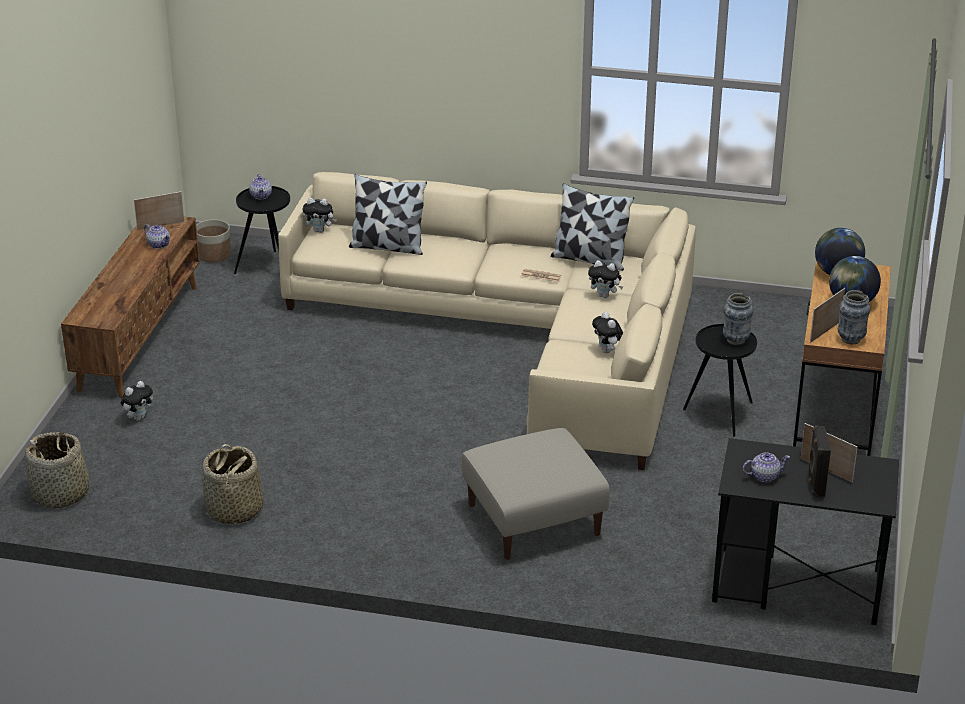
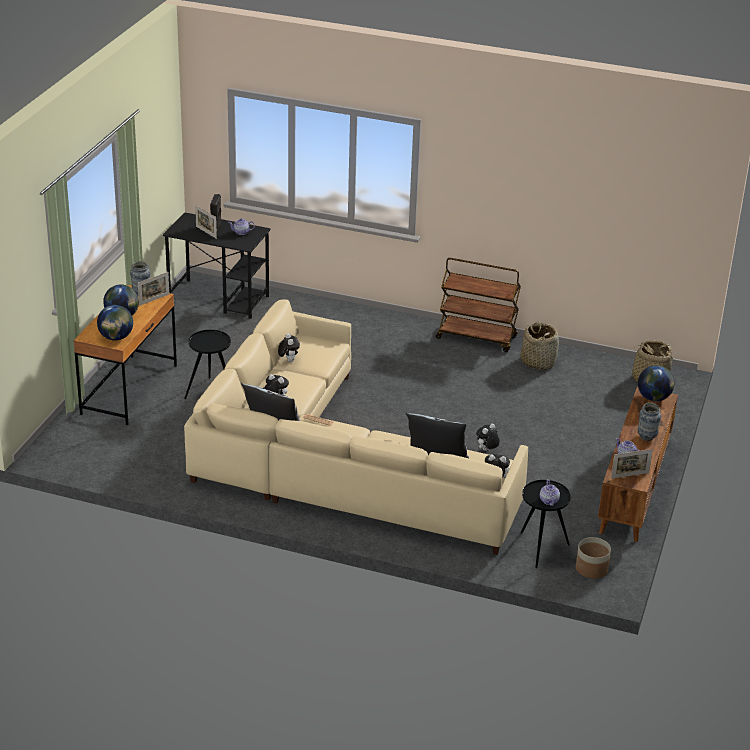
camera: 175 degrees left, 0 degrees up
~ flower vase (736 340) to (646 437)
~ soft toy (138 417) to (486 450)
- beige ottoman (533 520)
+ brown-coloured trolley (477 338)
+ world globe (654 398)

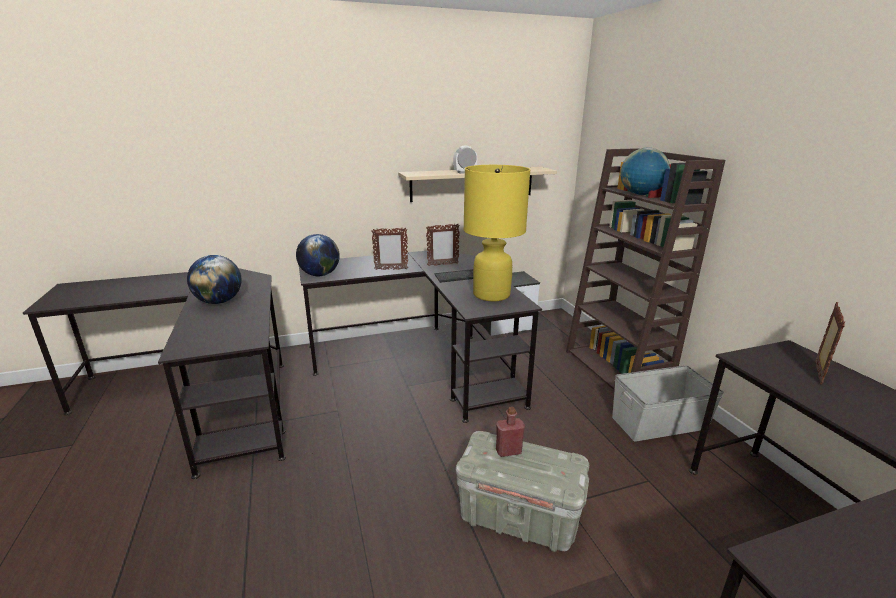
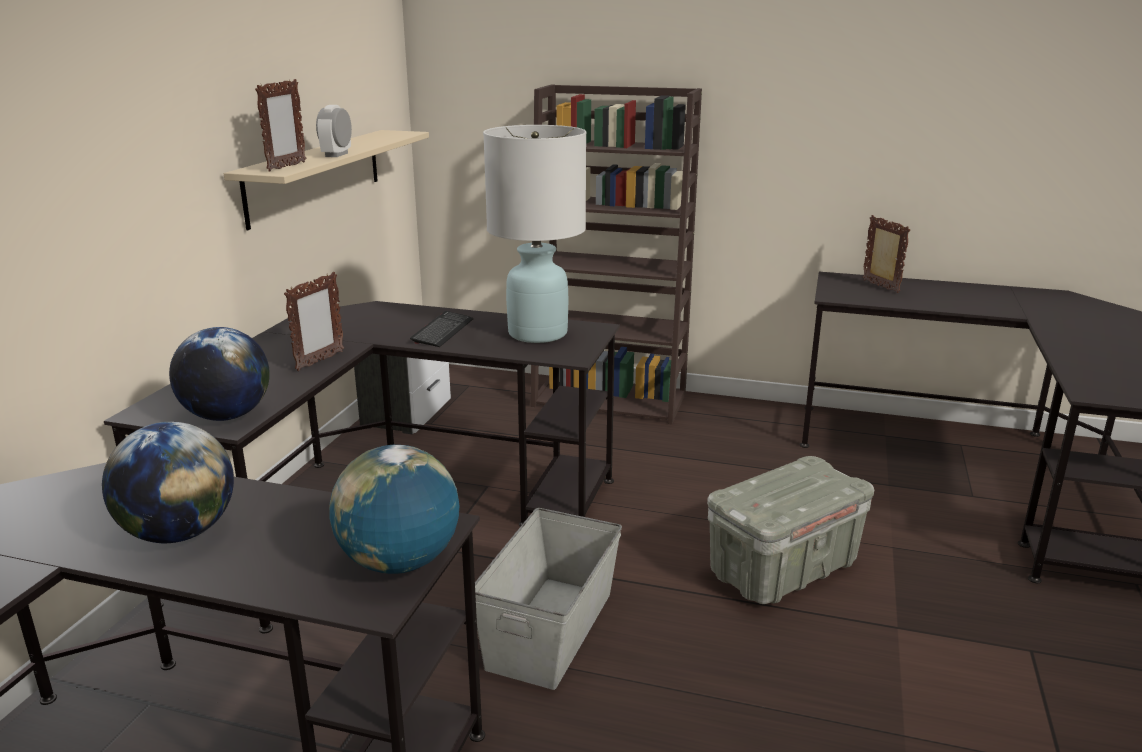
camera: 55 degrees left, 0 degrees up
~ world globe (640 194) to (399 562)
~ yellow table lamp (491 294) to white table lamp (537 333)
~ picture frame (442 265) to (286 167)
~ greyish storage bin (660 423) to (552 629)
- red drink bottle (508 451)

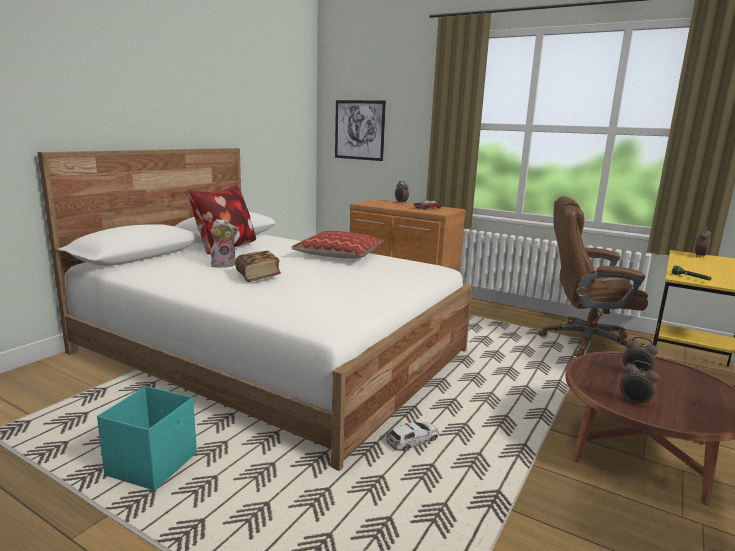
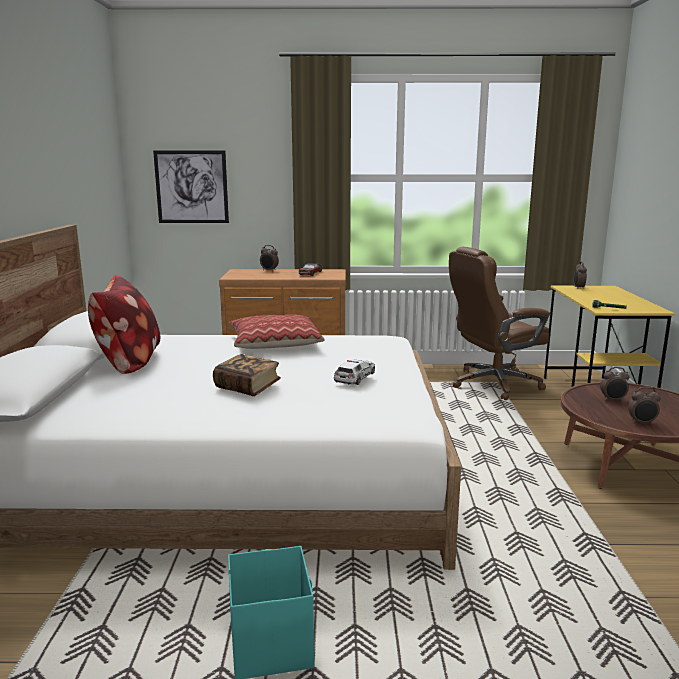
camera: 30 degrees left, 0 degrees up
- soft toy (223 265)
~ toy car (413 441) to (355 377)

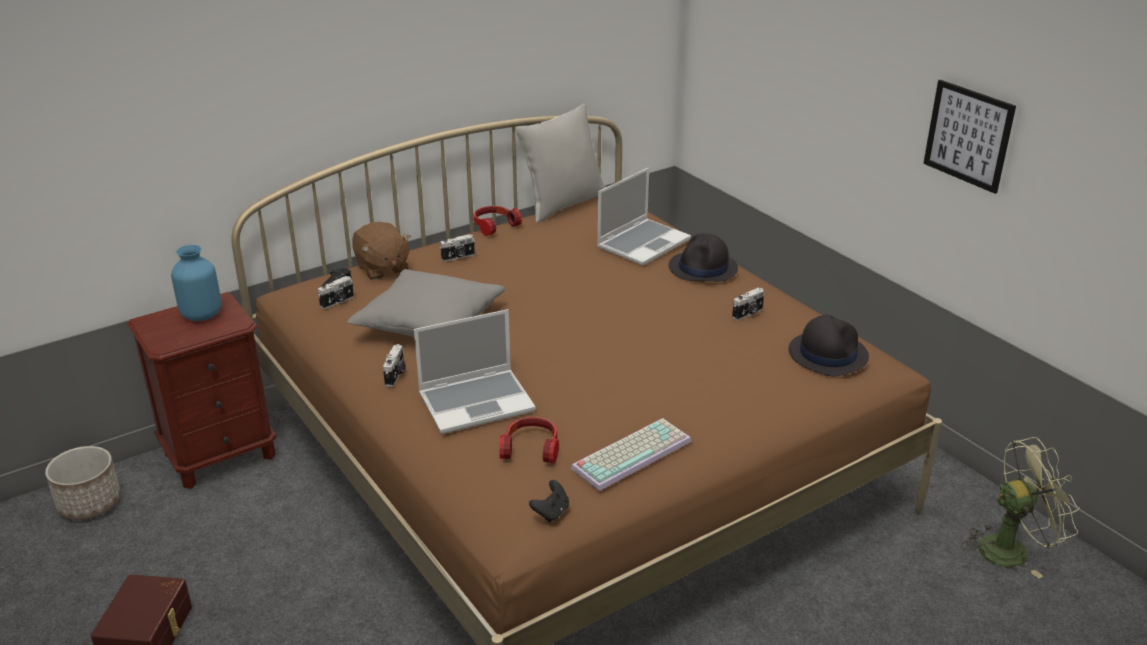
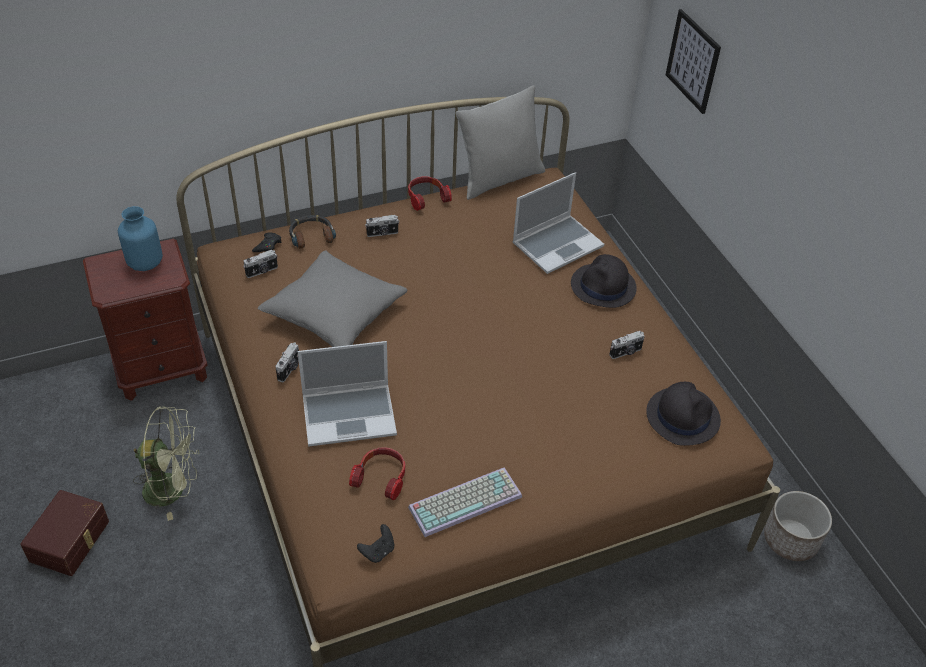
camera: 10 degrees right, 15 degrees up
~ wall art (968 135) to (693 61)
~ brown-coloured soft toy (382 268) to headphones (311 235)
~ greenish electric fan (1012 549) to (173 489)
~ planter (90 503) to (791 540)

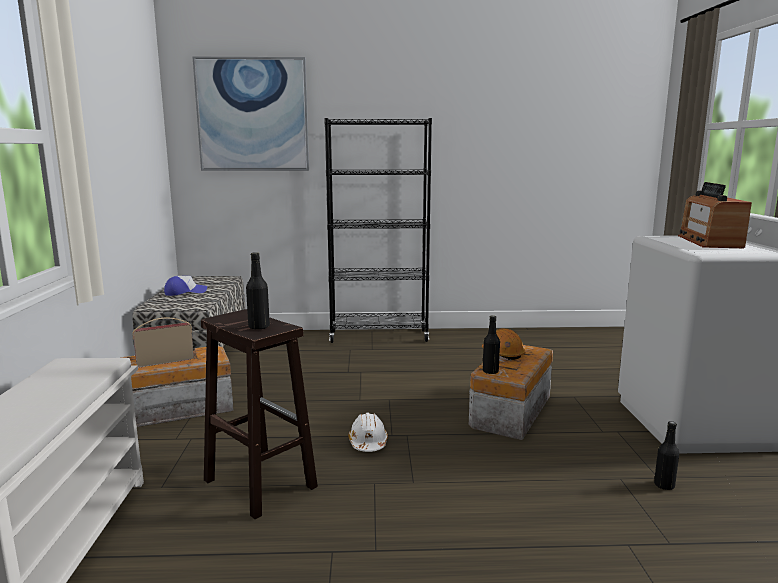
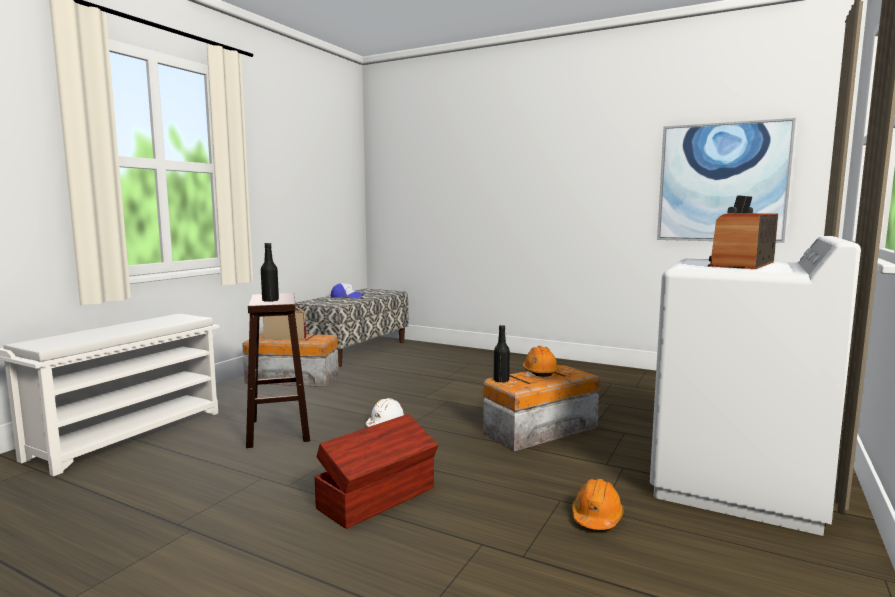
camera: 30 degrees right, 5 degrees down
~ wall art (253 115) to (722 183)
- blackish bookshelf (379 336)
~ blackish drink bottle (664 485) to orangey safety helmet (596 517)
+ brown-coloured storage bin (379 498)

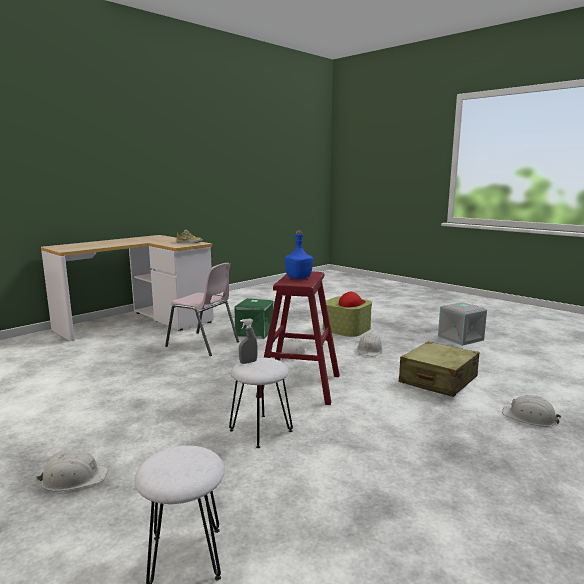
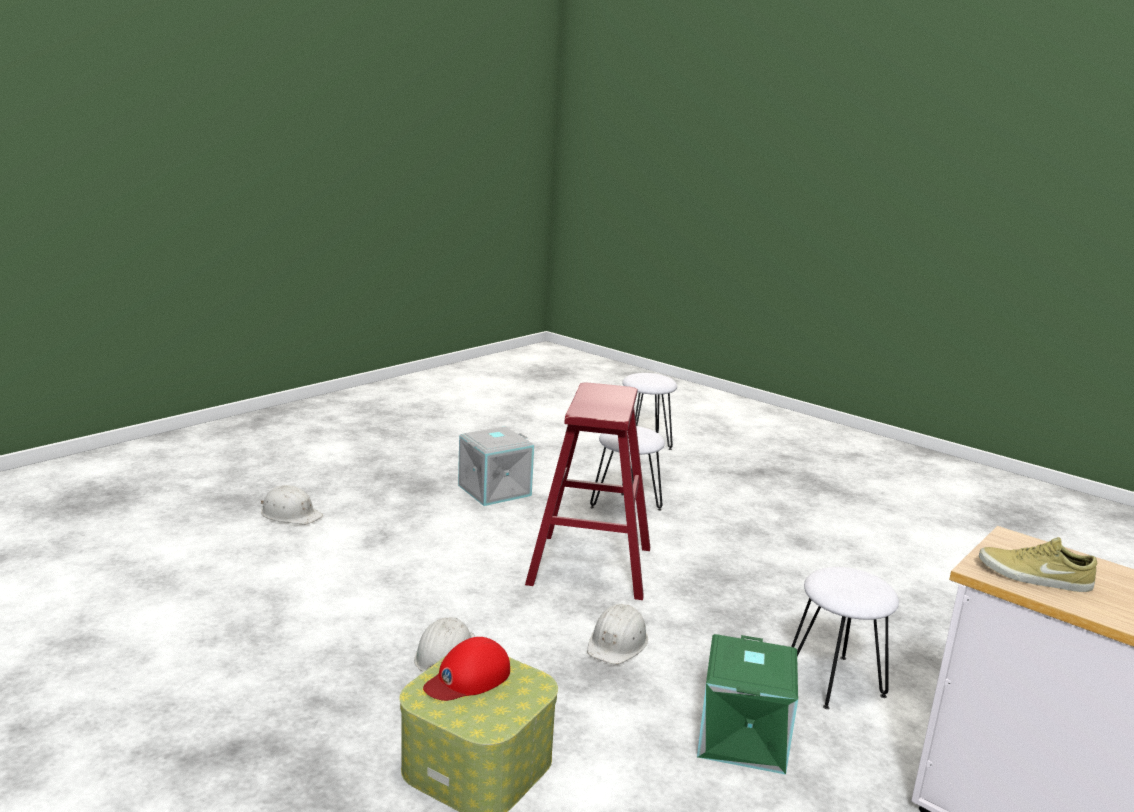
camera: 175 degrees right, 5 degrees up
- bluish drink bottle (299 278)
~ pink plain chair (203 344) to white stool (834 681)
~ greyish storage bin (461 338) to (494 490)
- greyish sprayer (248 362)
- beige suitcase (438 380)
- white safety helmet (74 478)

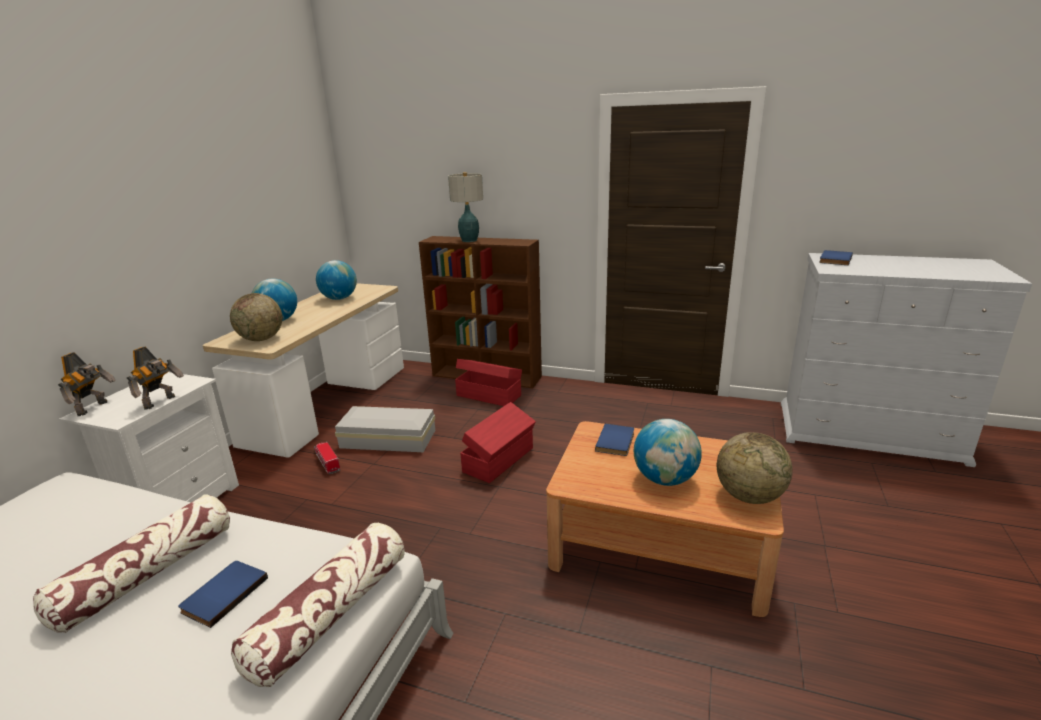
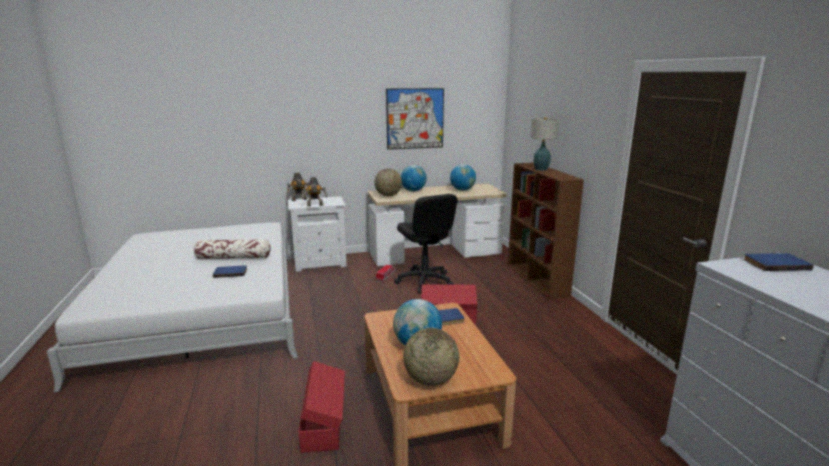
camera: 55 degrees right, 5 degrees down
~ red storage bin (488 395) to (324 423)
~ white storage bin (389 439) to blackish computer chair (424 281)
- pillow (331 613)
+ wall art (415 118)

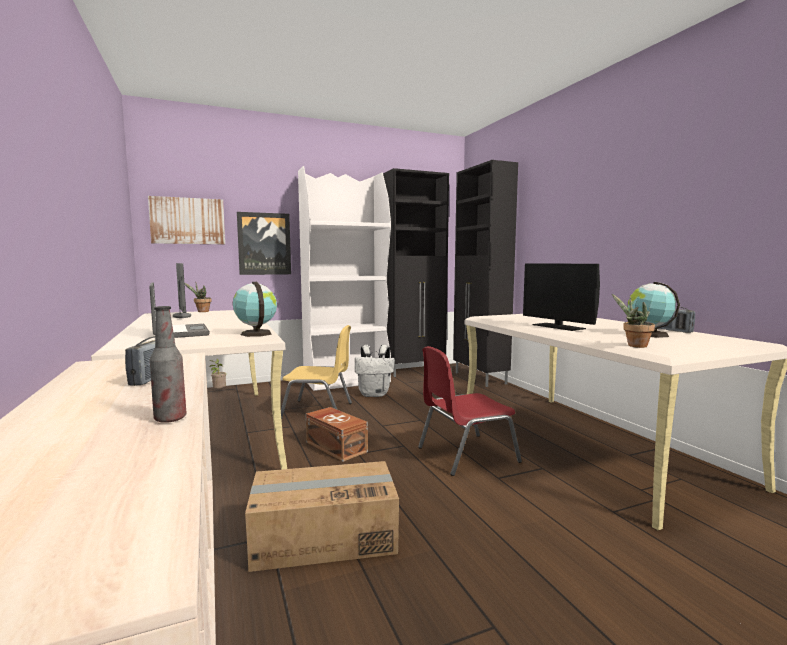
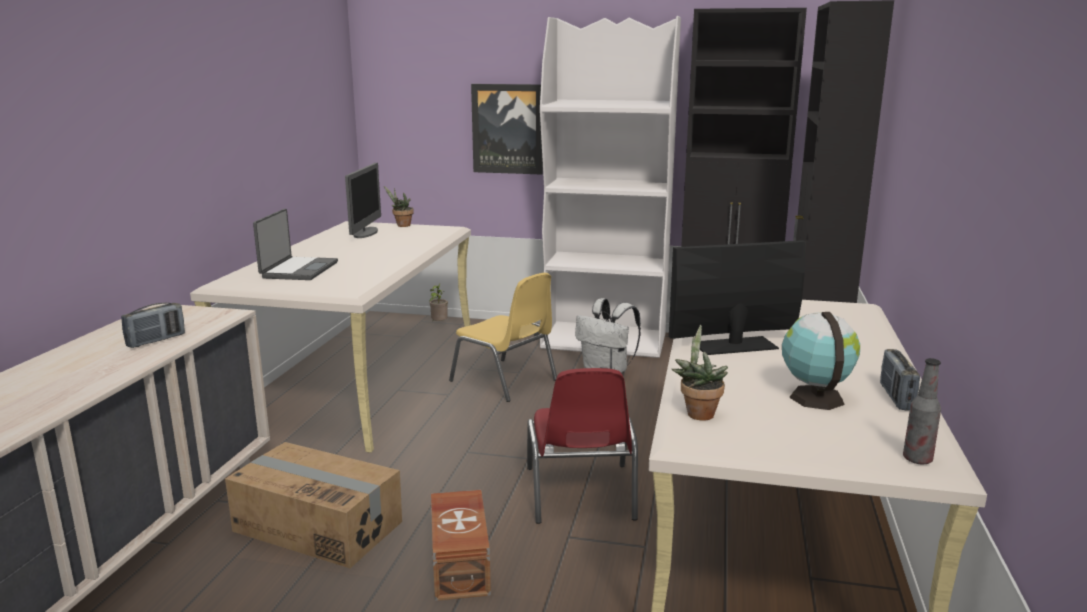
camera: 35 degrees right, 10 degrees up
- wall art (188 221)
~ monitor (558 327) = (735 346) 75 degrees clockwise
- world globe (256 333)
~ drink bottle (170 419) to (917 459)
~ red plain chair (465 454) = (580 494) 105 degrees counterclockwise
~ brown-coloured storage bin (336 446) to (461 563)

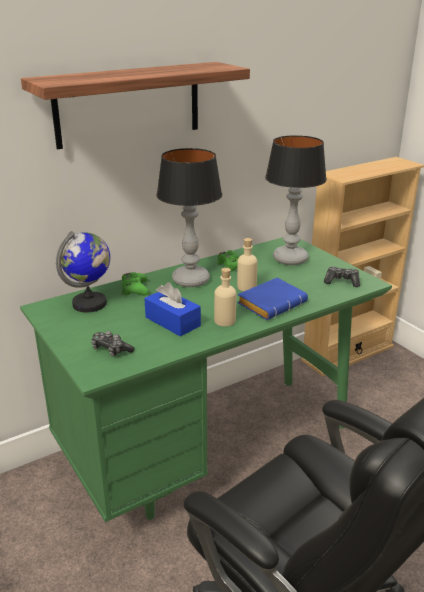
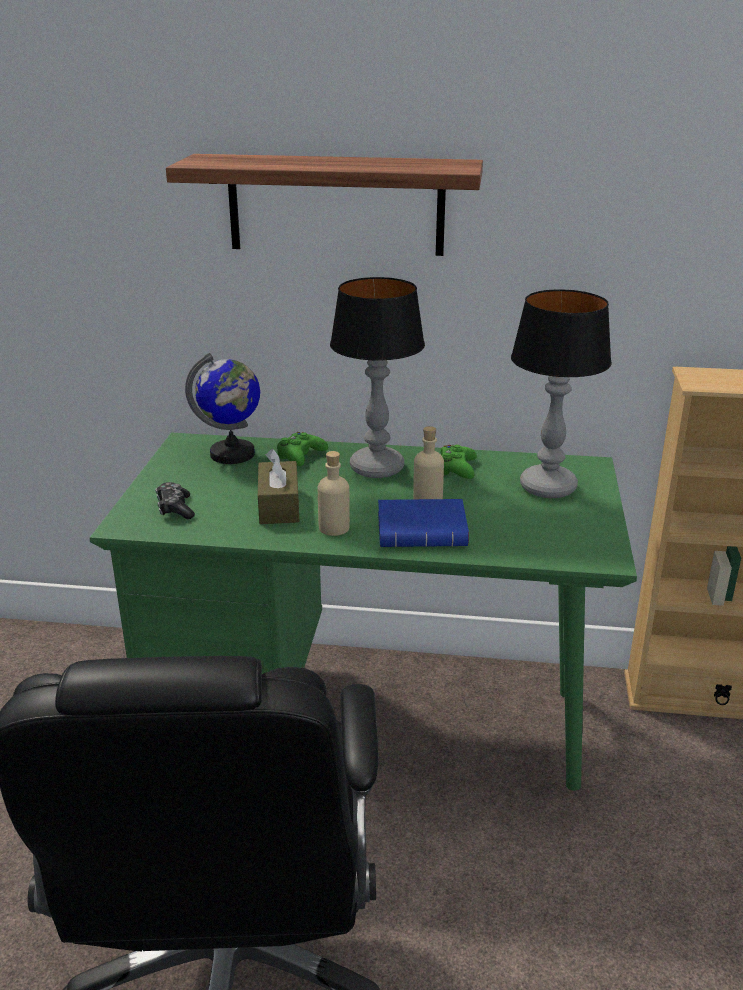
camera: 40 degrees right, 0 degrees up
- joypad (342 281)
~ bluish box of tissues (172 322) to brown-coloured box of tissues (279 505)

